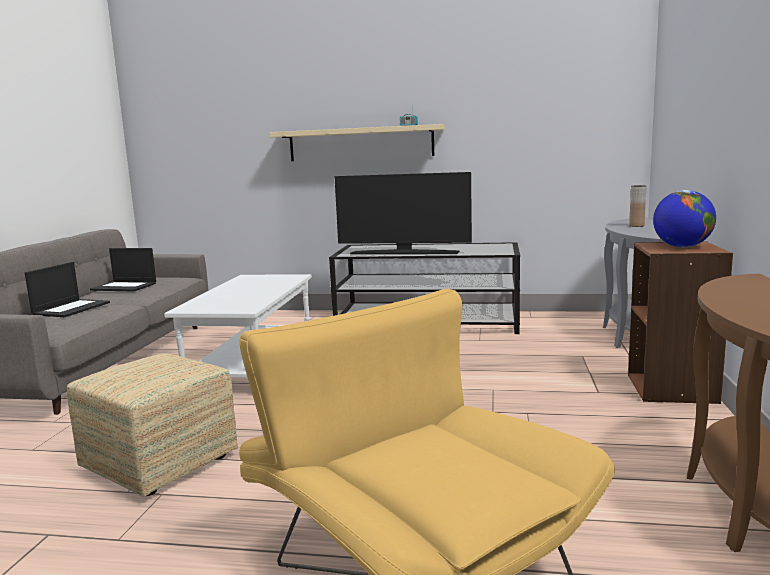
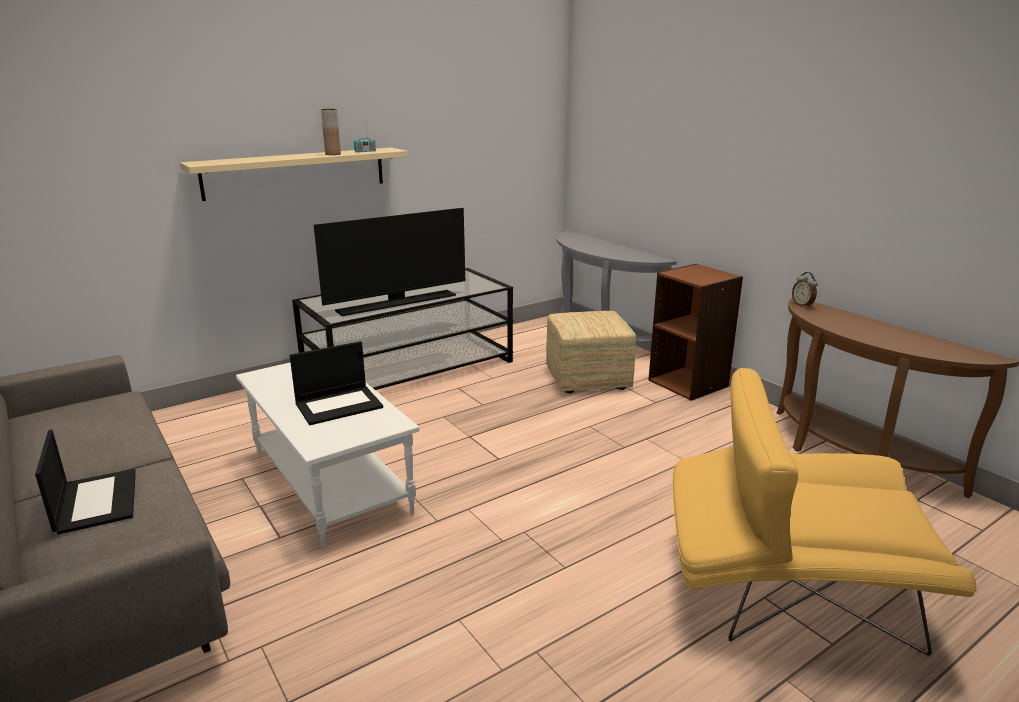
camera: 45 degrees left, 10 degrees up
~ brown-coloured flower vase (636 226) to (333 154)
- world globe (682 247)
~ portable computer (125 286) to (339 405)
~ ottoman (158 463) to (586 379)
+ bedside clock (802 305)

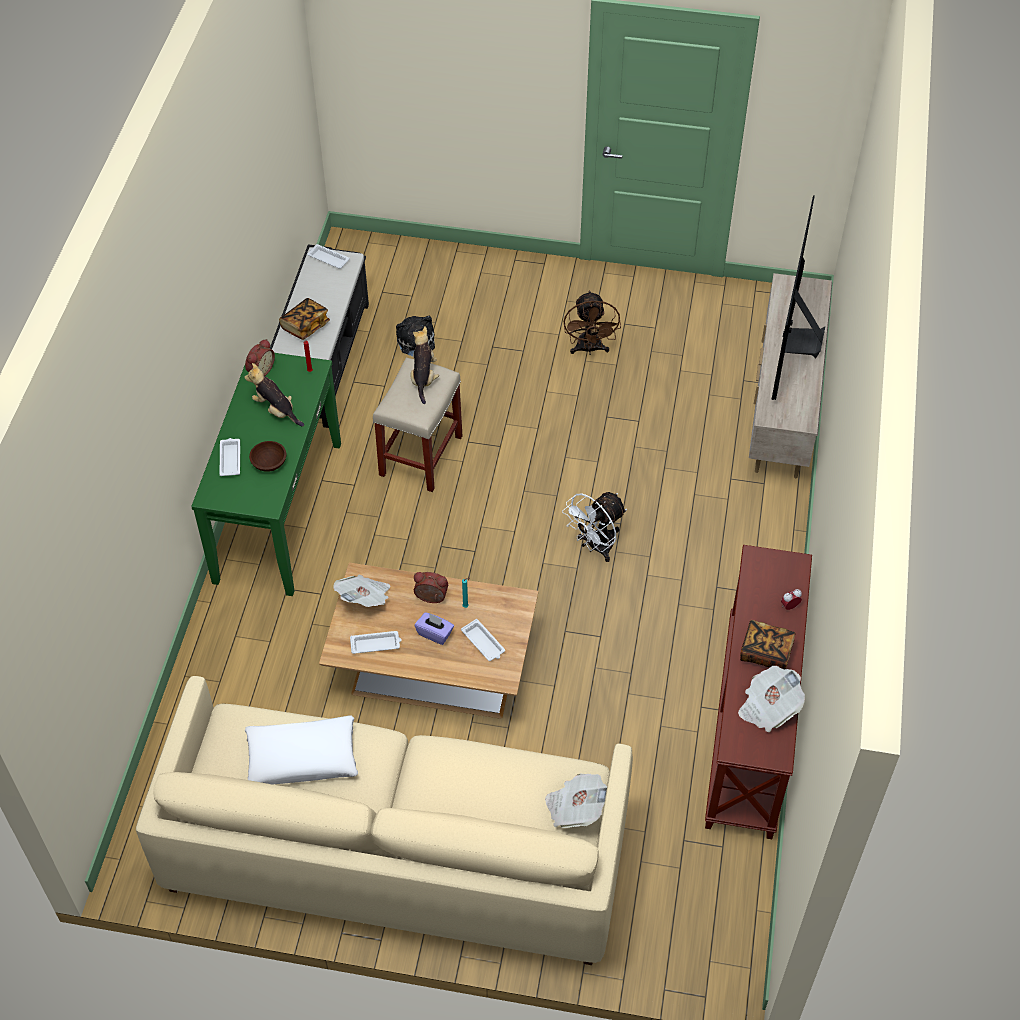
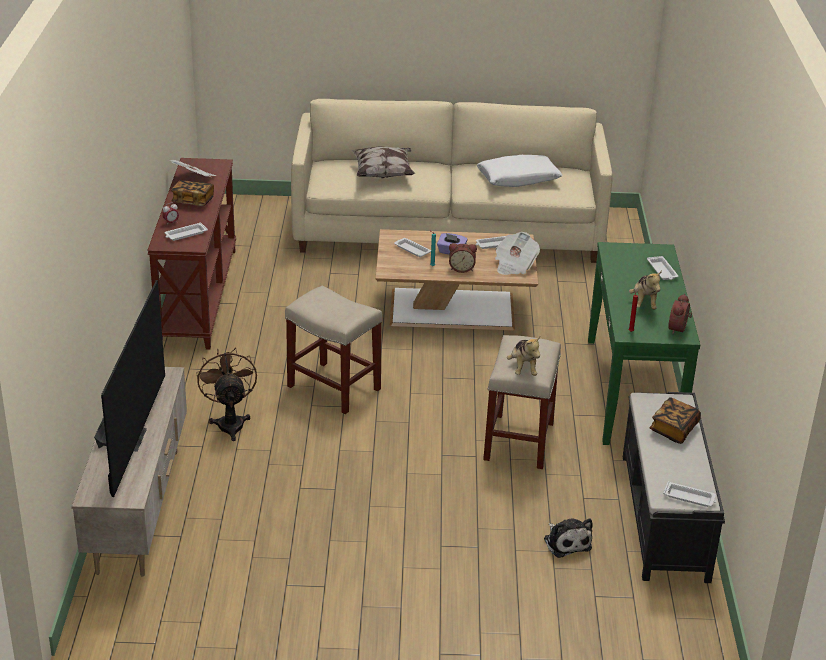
camera: 170 degrees right, 20 degrees down
~ brown-coloured electric fan (589 349) to (230 422)
~ soft toy (276 410) = (644 303) 60 degrees clockwise
- brown-coloured serving bowl (269 462)
~ white electric fan (595 547) to beige stool (332 387)
- printed paper (575 808)
+ pillow (383 174)
+ white serving tray (185 234)

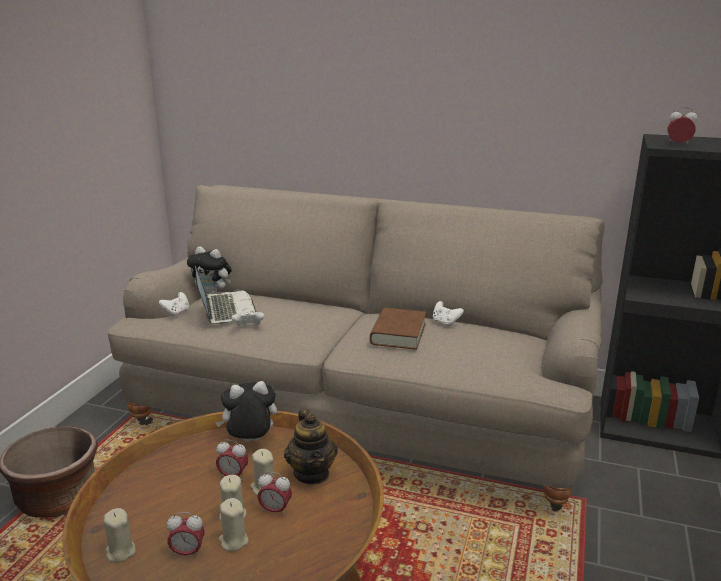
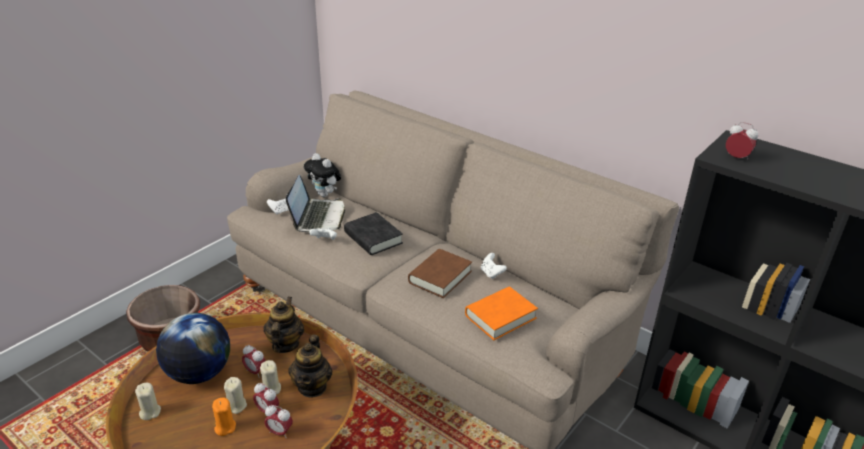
camera: 20 degrees right, 10 degrees up
~ soft toy (250 442) to tea pot (285 344)
~ beige wax light (233 541) to orangey wax light (225 427)
~ bedside clock (188 552) to (280 432)
+ blackish bound book (373 238)
+ orangey bound book (500 317)
+ world globe (199 373)

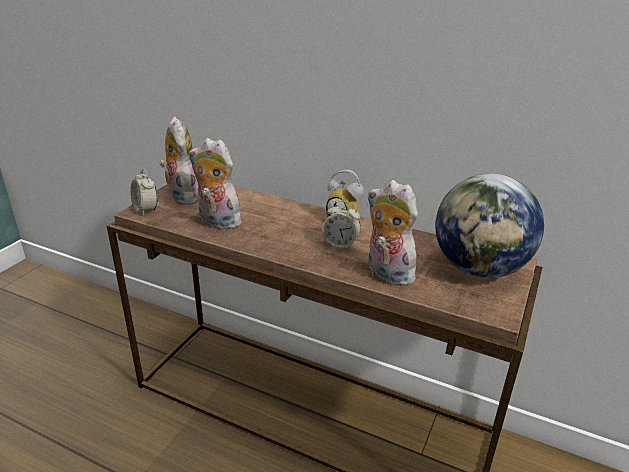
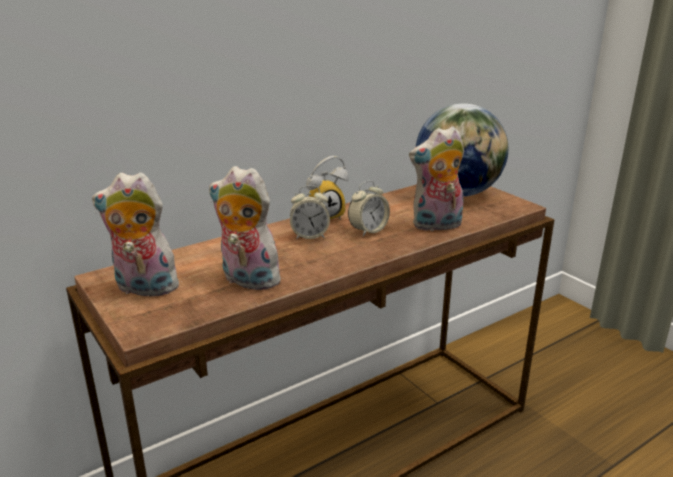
camera: 60 degrees left, 5 degrees down
~ soft toy (217 222) = (247 280) 60 degrees clockwise
~ bedside clock (146 210) to (309 236)

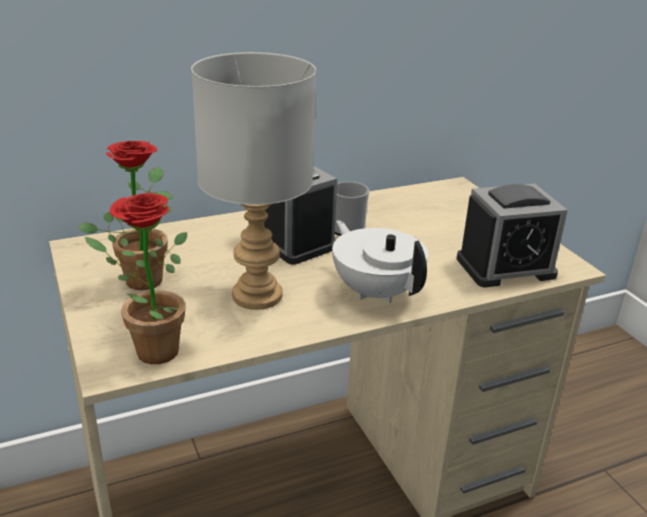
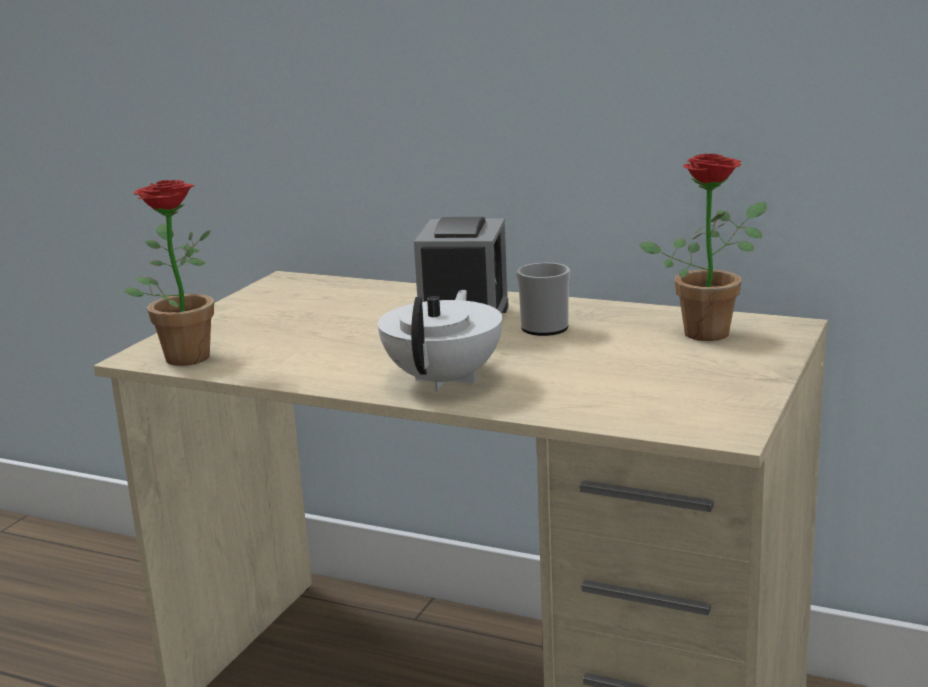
camera: 50 degrees right, 10 degrees down
- greyish table lamp (257 294)
~ houseplant (144 276) to (711 330)
- bedside clock (505 267)

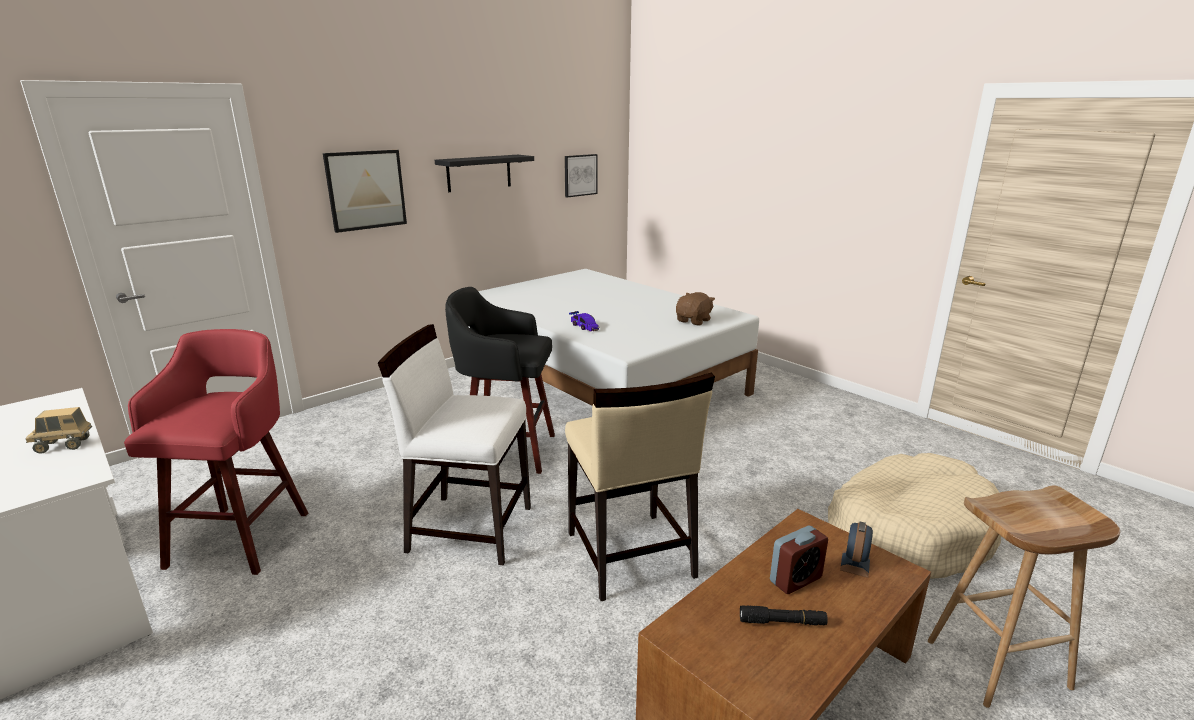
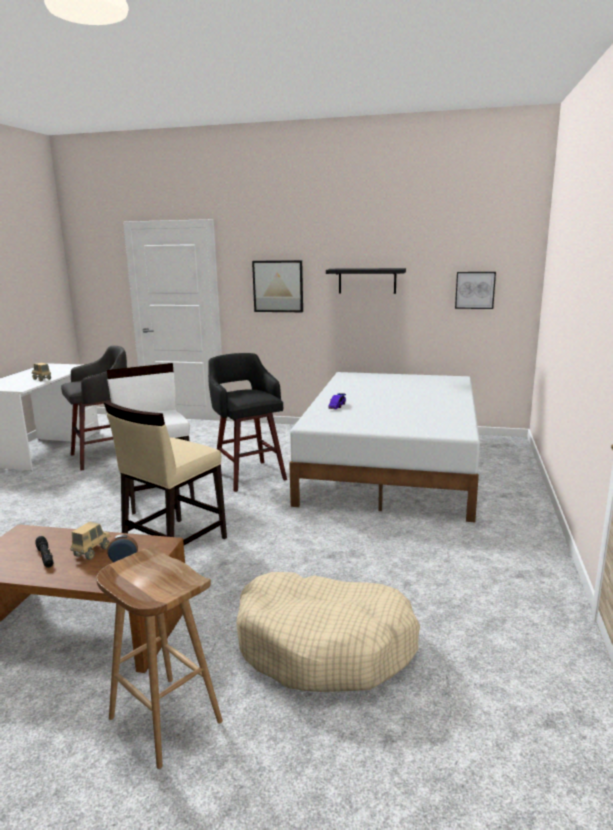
camera: 55 degrees right, 5 degrees down
- brown-coloured soft toy (694 321)
~ red stool (242 536) to greyish stool (105 456)
~ bedside clock (795 579) to toy truck (92 552)

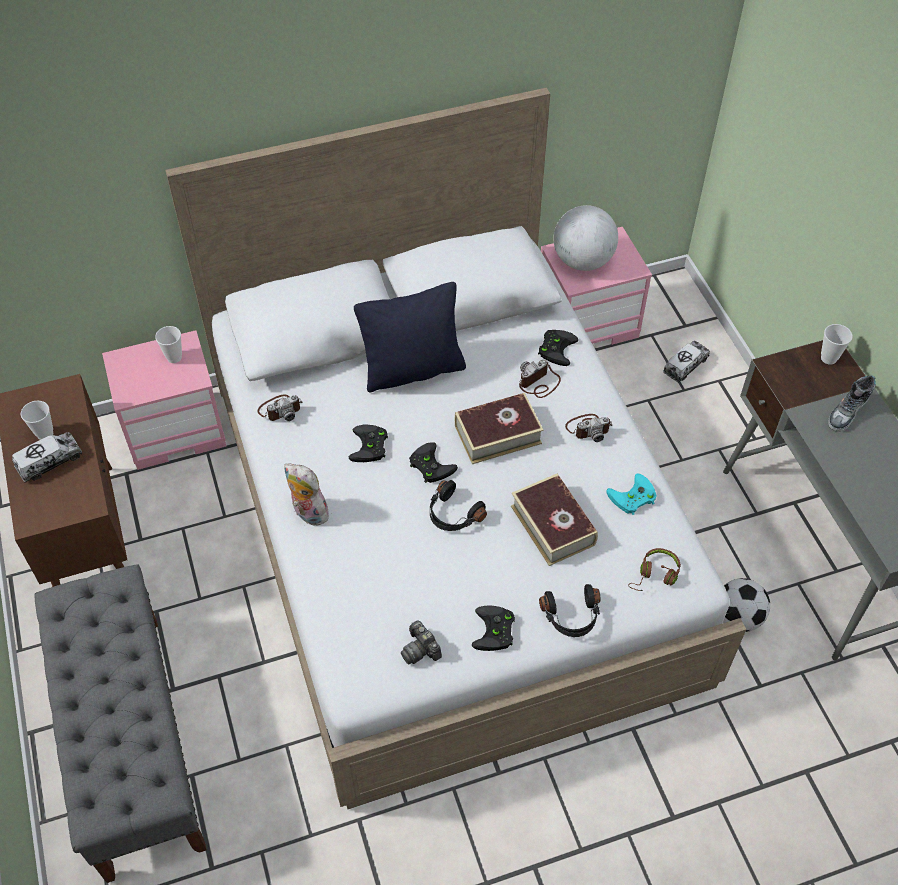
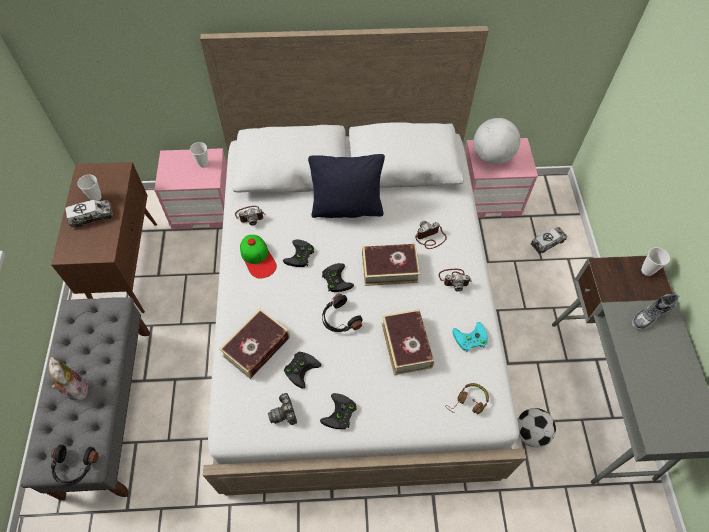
camera: 15 degrees right, 5 degrees up
~ blackish joypad (556 348) to (301 368)
~ soft toy (308 513) to (74 389)
~ blackish headphones (572 617) to (74 467)
+ baseball cap (258 258)
+ bound book (256 347)

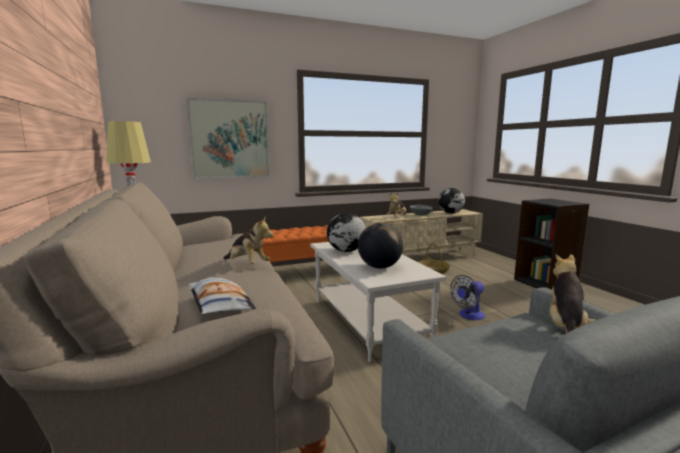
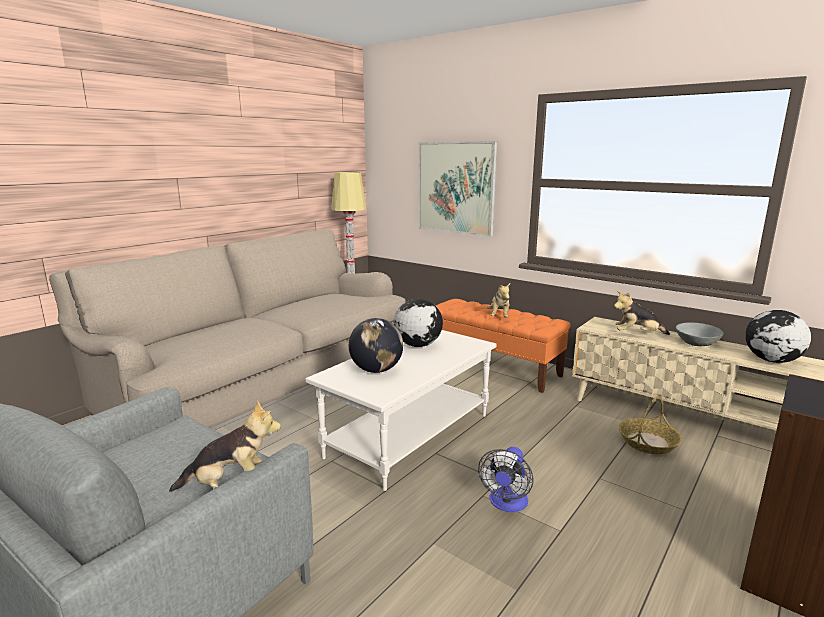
camera: 60 degrees right, 5 degrees up
~ soft toy (247 264) to (499 316)
~ electric fan (469 315) = (507 504) 90 degrees counterclockwise
- pillow (219 303)

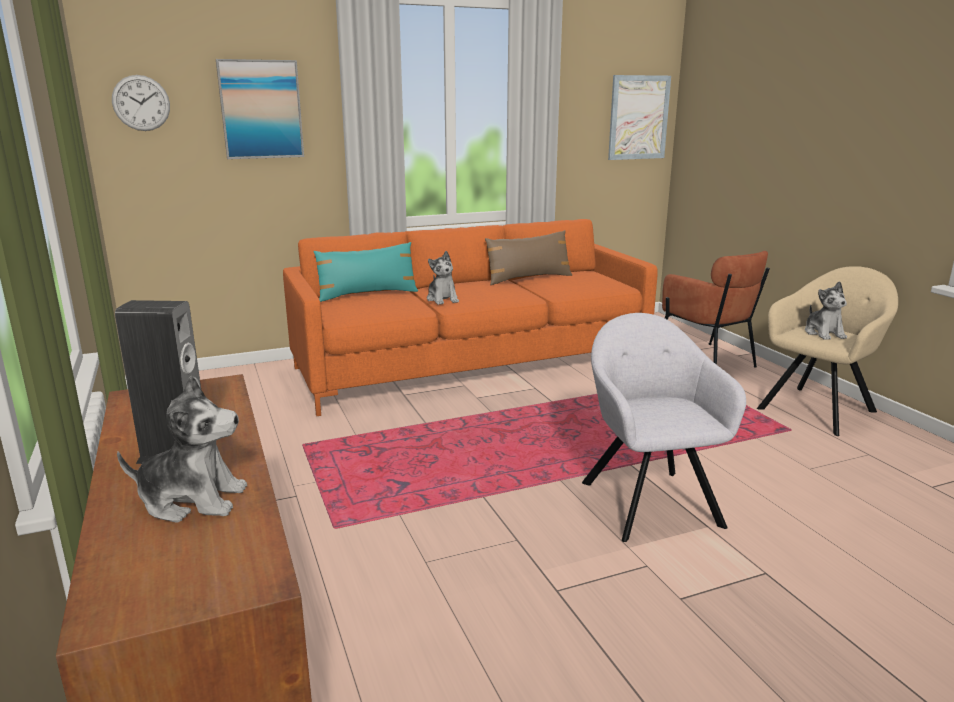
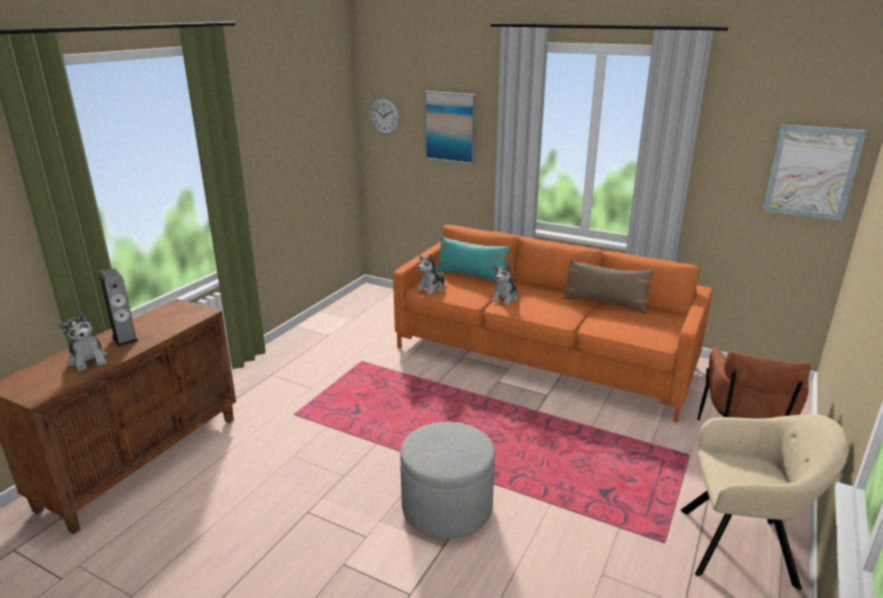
camera: 50 degrees right, 5 degrees up
~ soft toy (824 333) to (432 288)
~ greyish easy chair (647 500) to greyish ottoman (447 507)

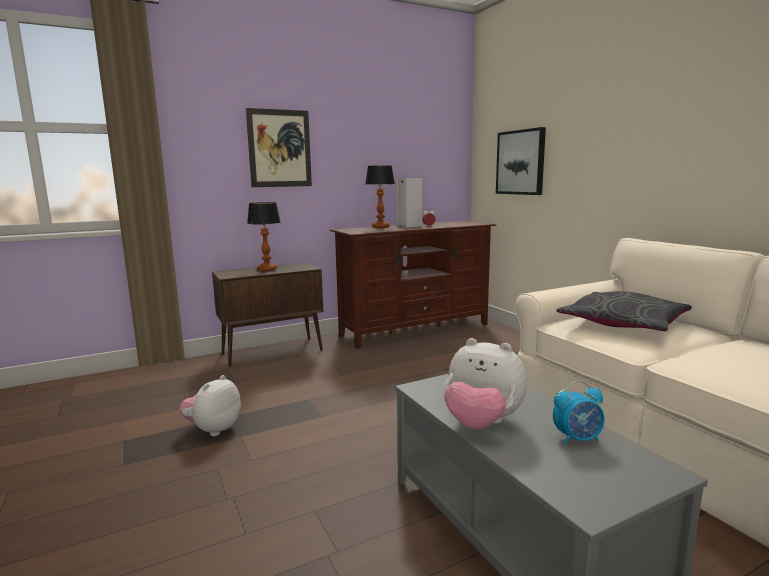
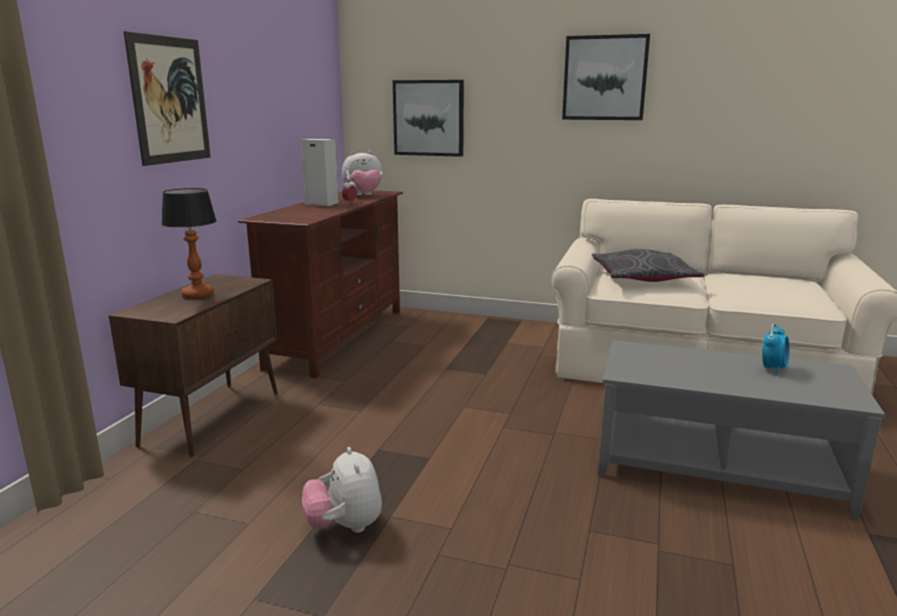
camera: 45 degrees left, 5 degrees up
- table lamp (380 227)
~ soft toy (482 423) to (364 195)
+ wall art (605 78)

